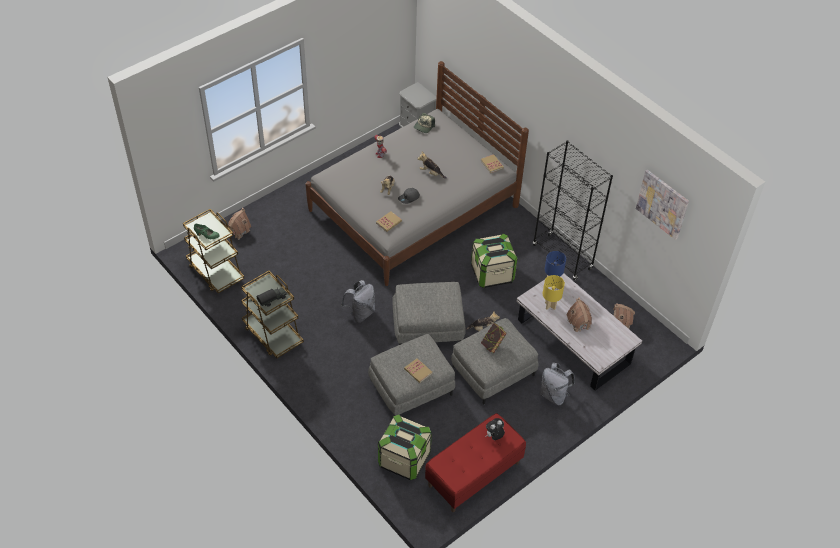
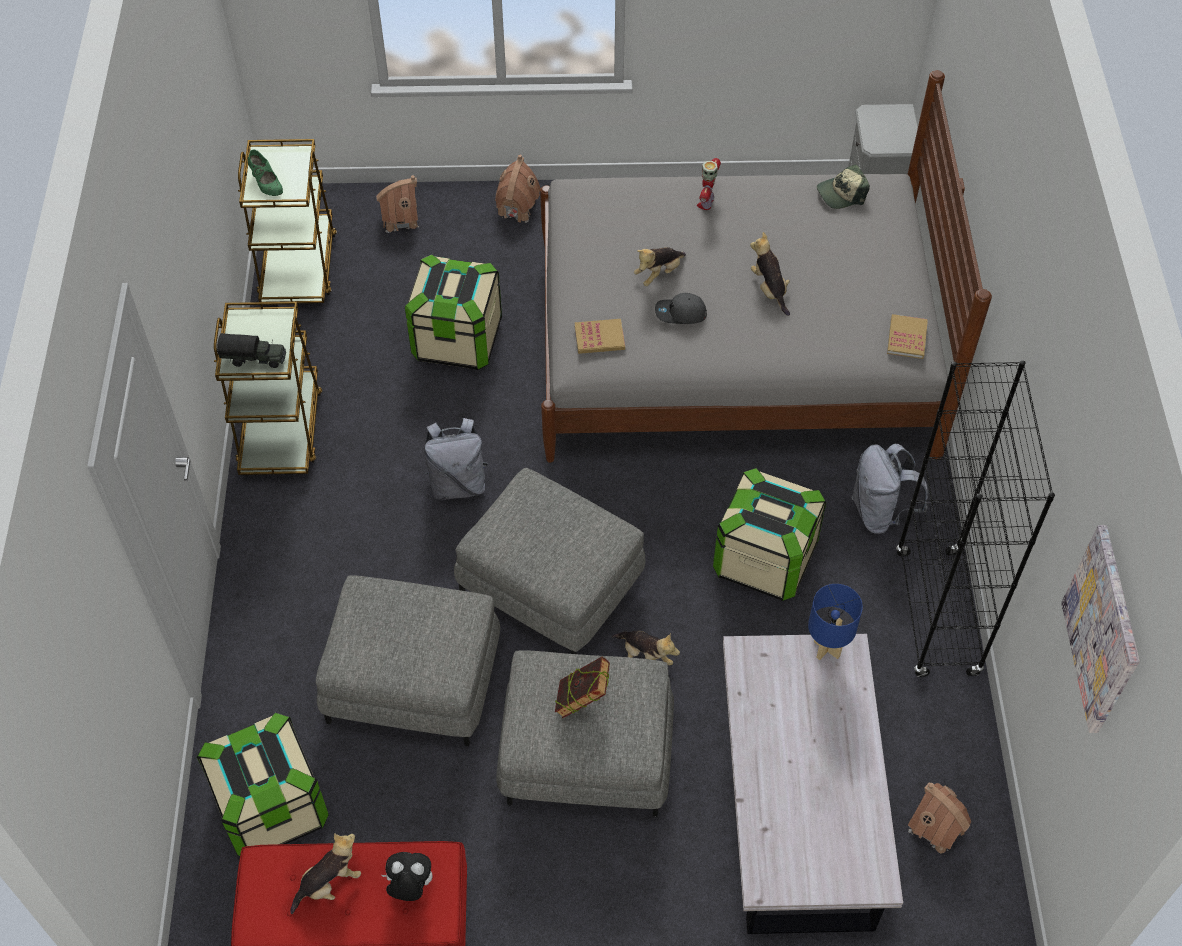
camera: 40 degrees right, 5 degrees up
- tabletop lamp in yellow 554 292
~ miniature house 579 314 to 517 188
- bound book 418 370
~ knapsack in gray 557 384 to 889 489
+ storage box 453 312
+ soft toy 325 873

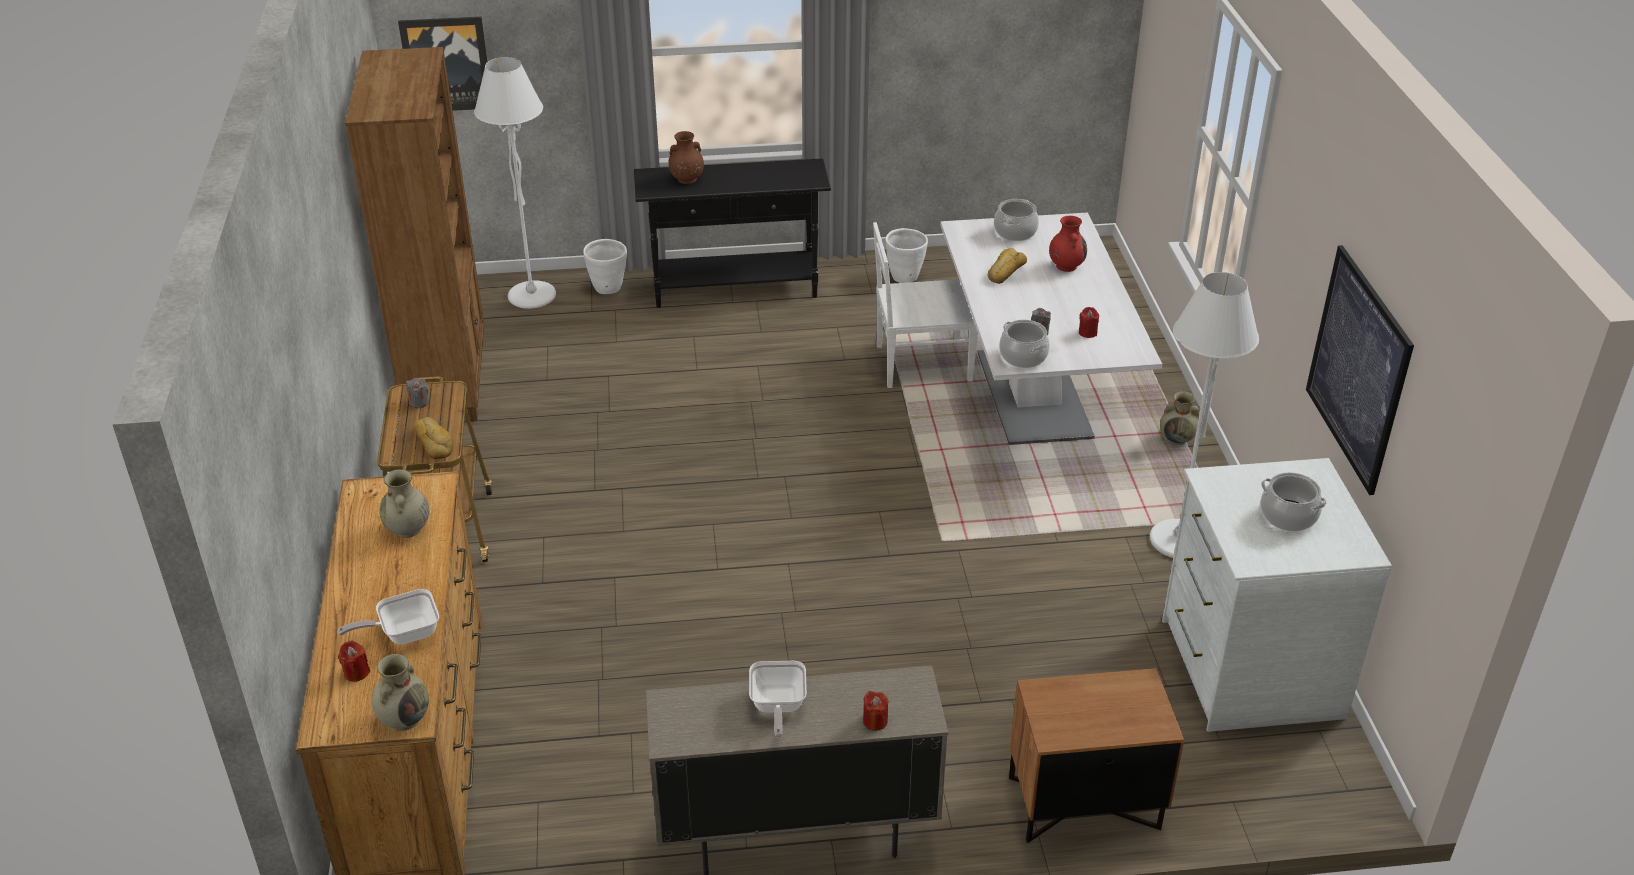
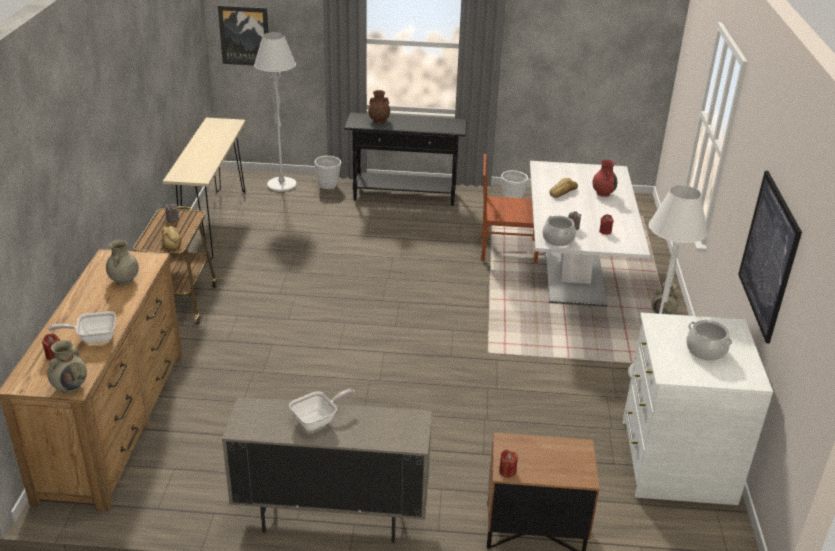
camera: 10 degrees right, 5 degrees down
~ bookshelf in brown-coloured 414 235 to hall table in sand-coloured 204 188
- saucepot 1016 220
~ upright chair in white 925 305 to upright chair in brown-coloured 510 209
~ skillet 778 699 = 322 410 135 degrees counterclockwise
~ wax light in red-coloured 875 711 to 508 463

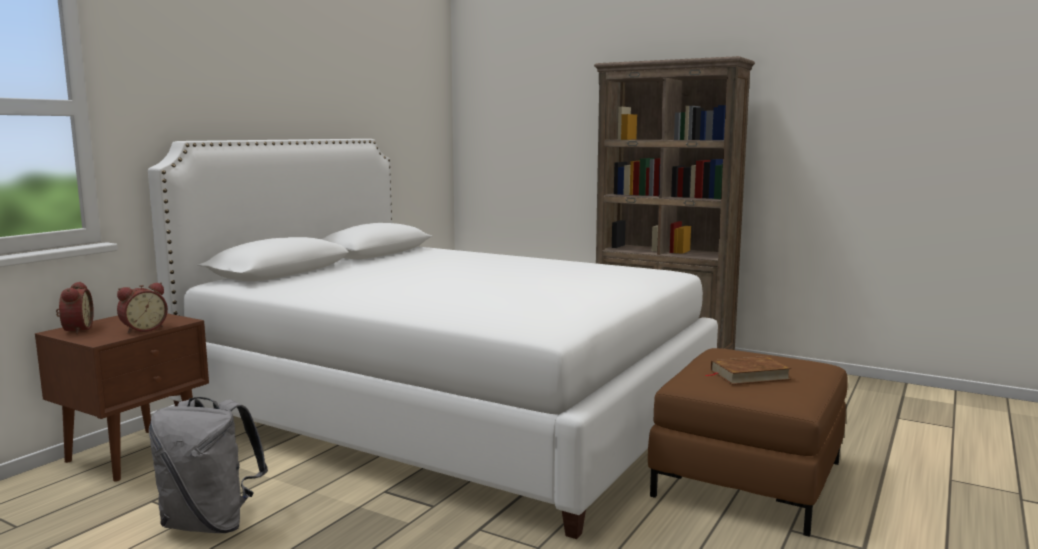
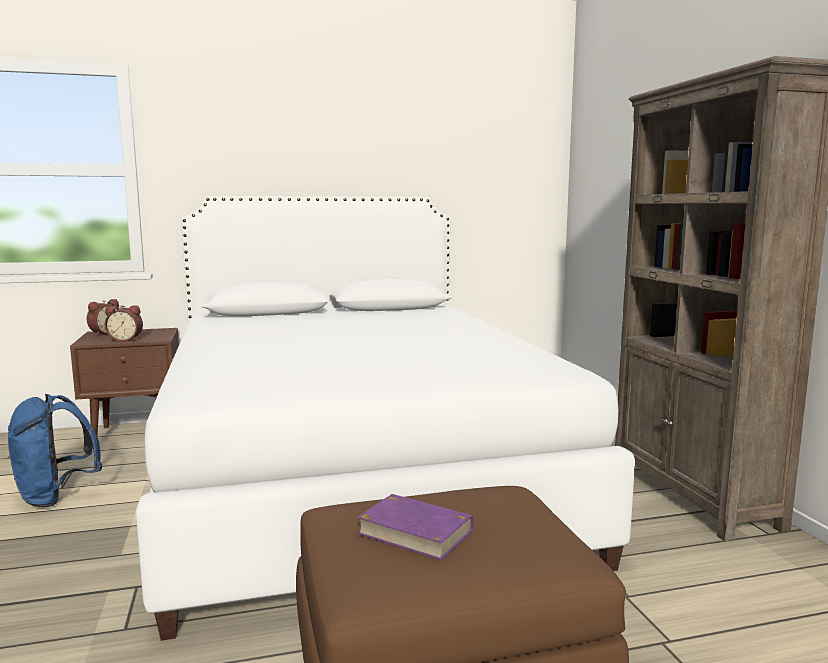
camera: 45 degrees right, 0 degrees up
~ bound book in brown-coloured 749 370 to bound book in purple 415 527
~ knapsack in gray 208 465 to knapsack in blue-coloured 55 450

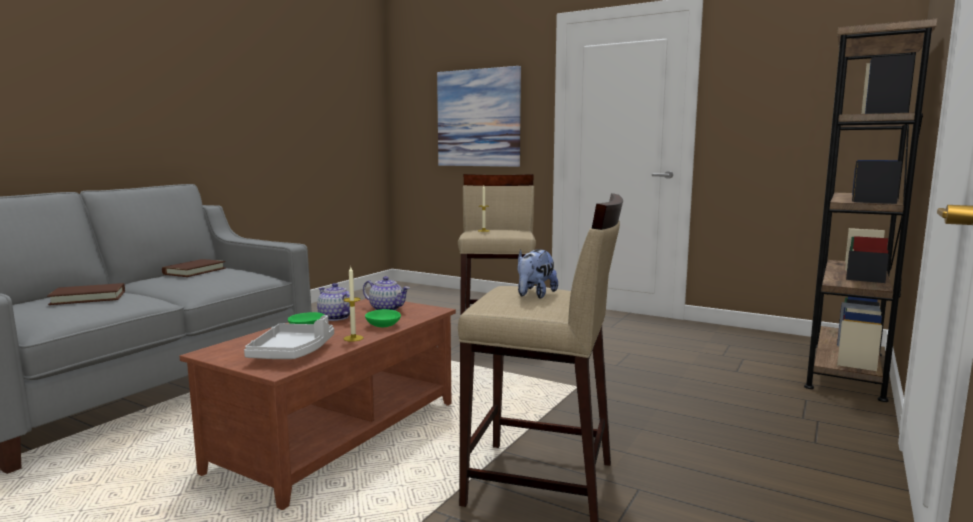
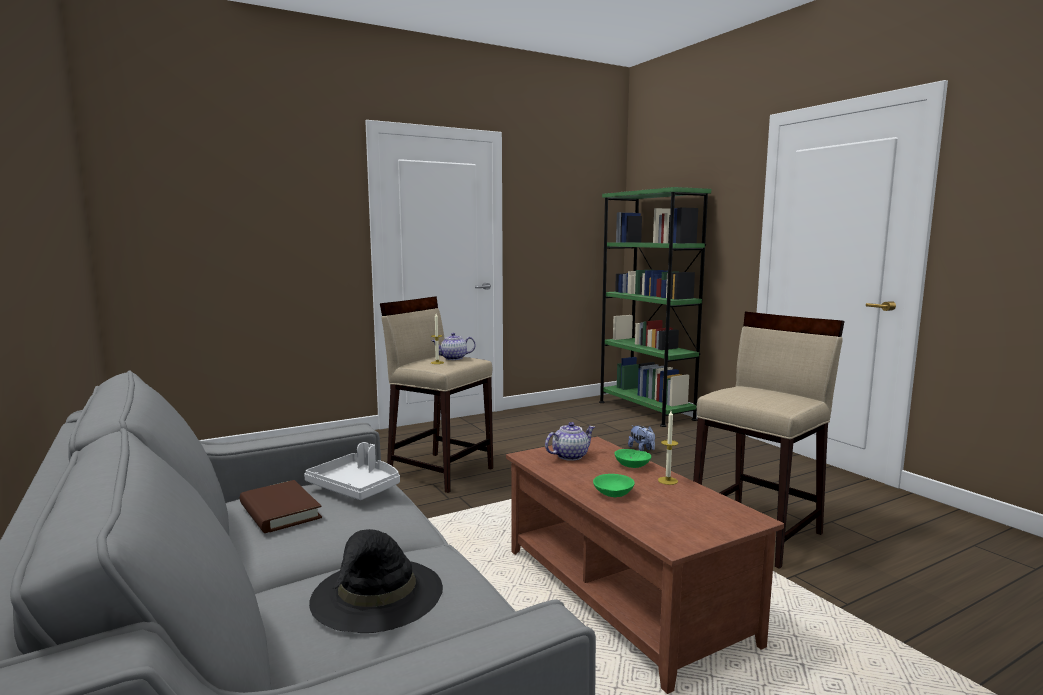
camera: 60 degrees left, 0 degrees up
~ bookshelf in brown-coloured 870 210 to bookshelf in green-coloured 655 307
- picture 479 116
~ soft toy 538 274 to 641 438
~ bound book in brown-coloured 86 294 to wearable hat in black-coloured 376 581
~ tea pot 333 302 to 454 346
~ tray in gray 289 337 to 352 471

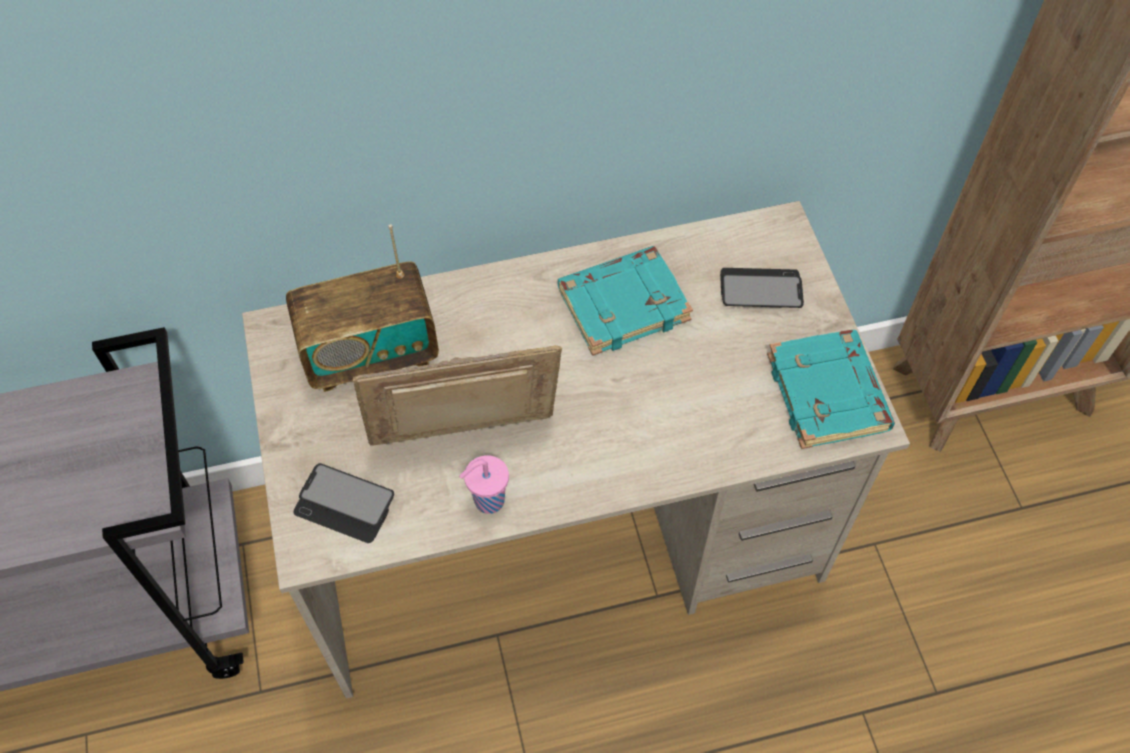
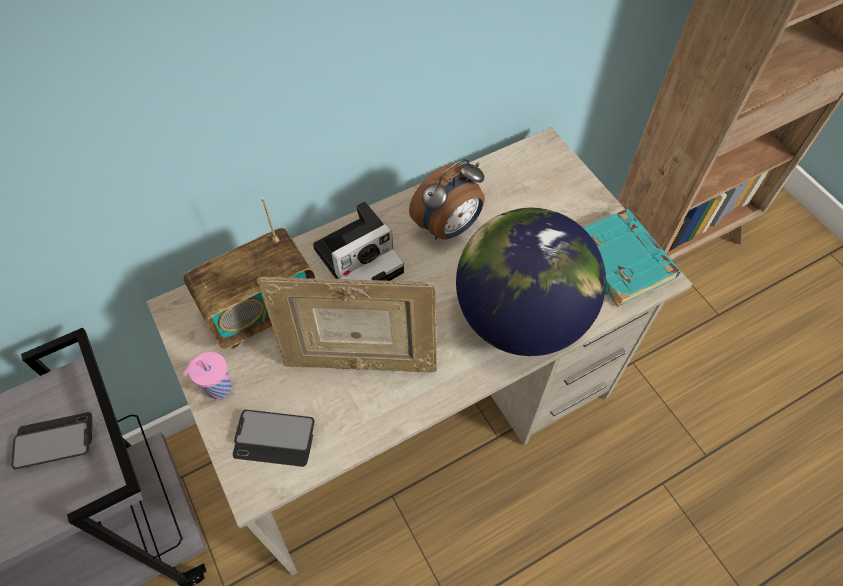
camera: 15 degrees left, 0 degrees up
~ bound book in turquoise 625 301 to bedside clock 447 199
~ telephone 762 288 to 51 440
~ picture frame 457 395 = 347 324 150 degrees counterclockwise
~ small cup in pink-coloured 484 484 to 207 375
+ photo camera 358 241
+ desk globe 531 282

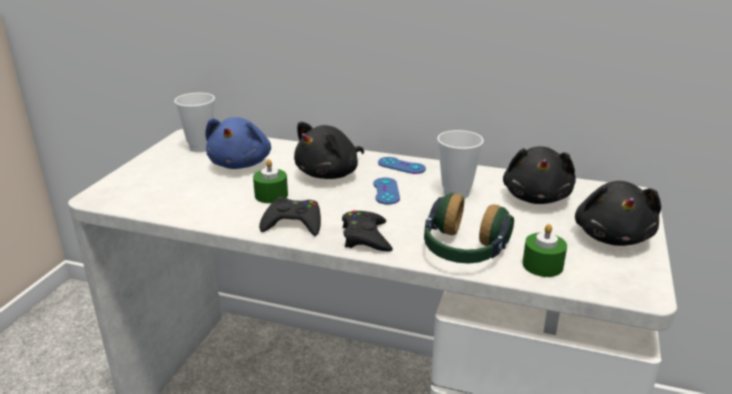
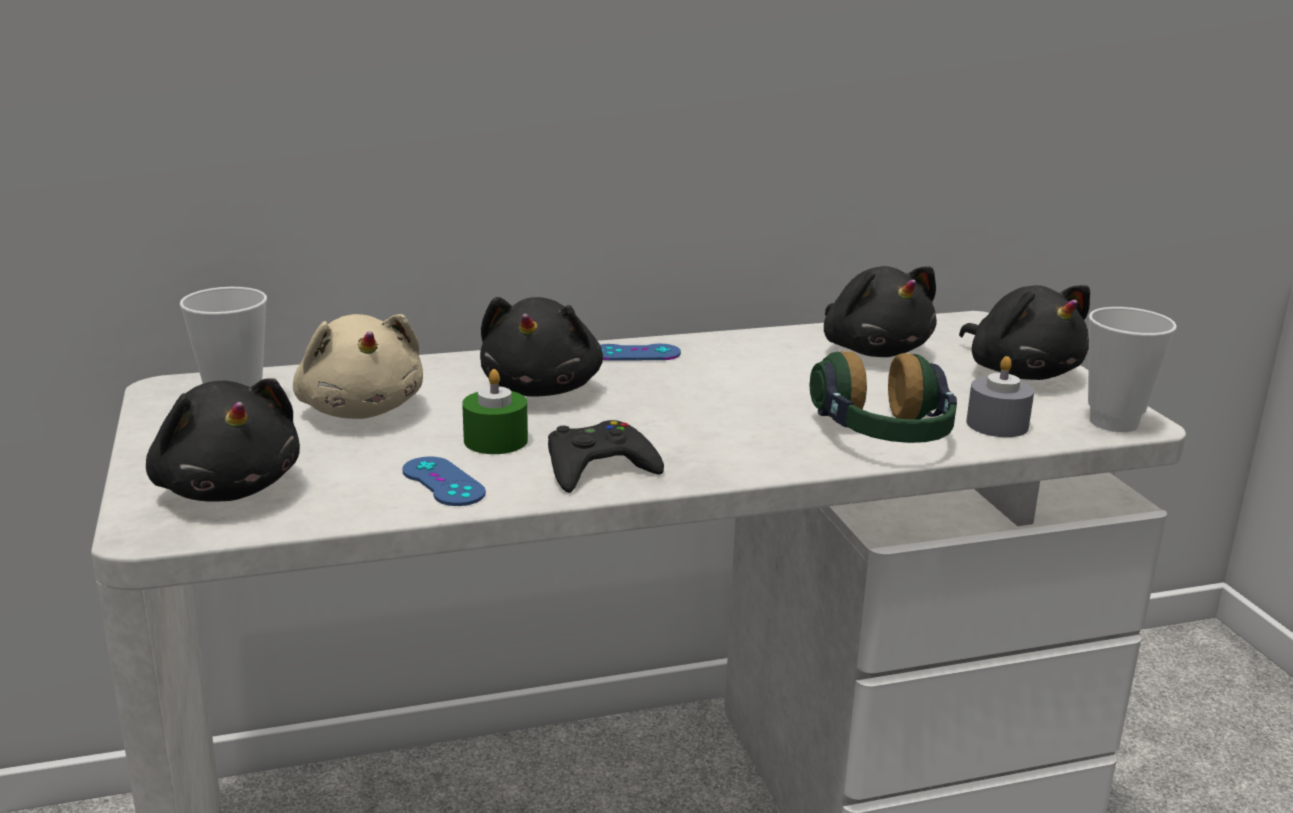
camera: 35 degrees left, 5 degrees down
~ soft toy in blue-coloured 238 143 to soft toy in sand-coloured 358 366
~ small cup 460 164 to 1132 369
~ gamepad in blue-coloured 386 191 to 444 481
- gamepad in black-coloured 367 231
~ wax light in green-coloured 544 250 to wax light in gray 1000 396
+ soft toy in black-coloured 223 440

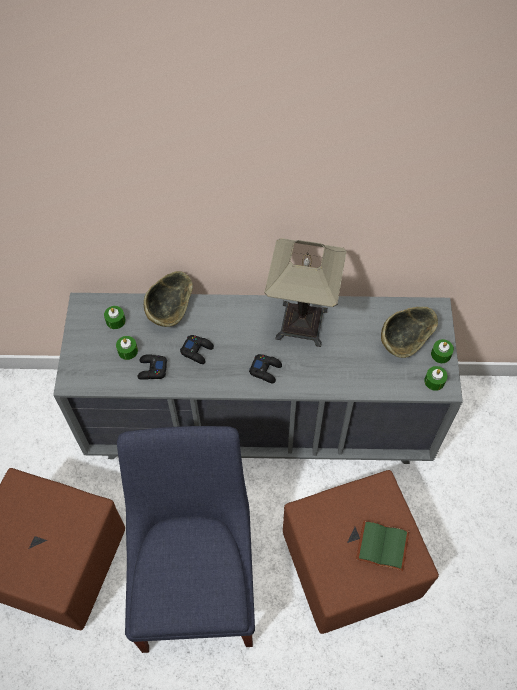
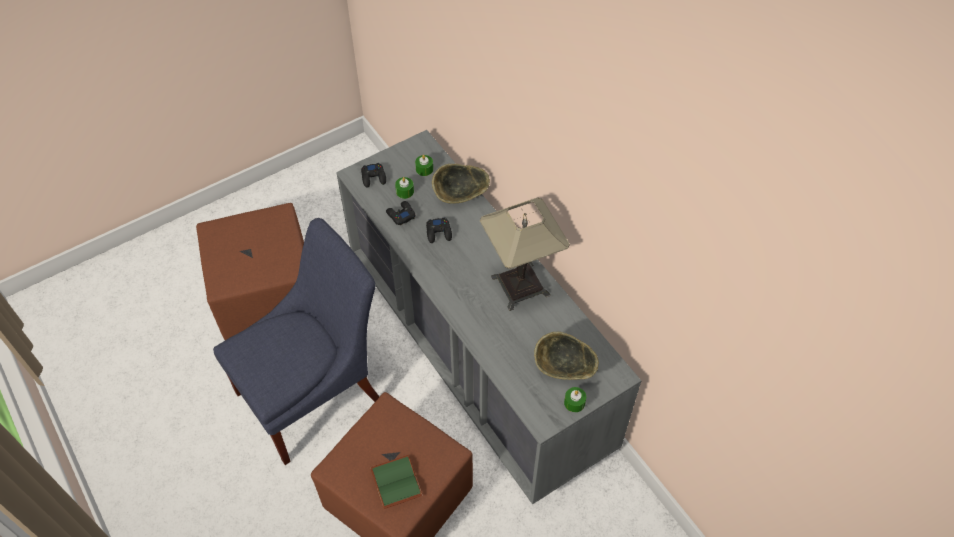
camera: 55 degrees right, 5 degrees down
~ gamepad in black-coloured 265 368 to 373 175
- wax light in green-coloured 436 378

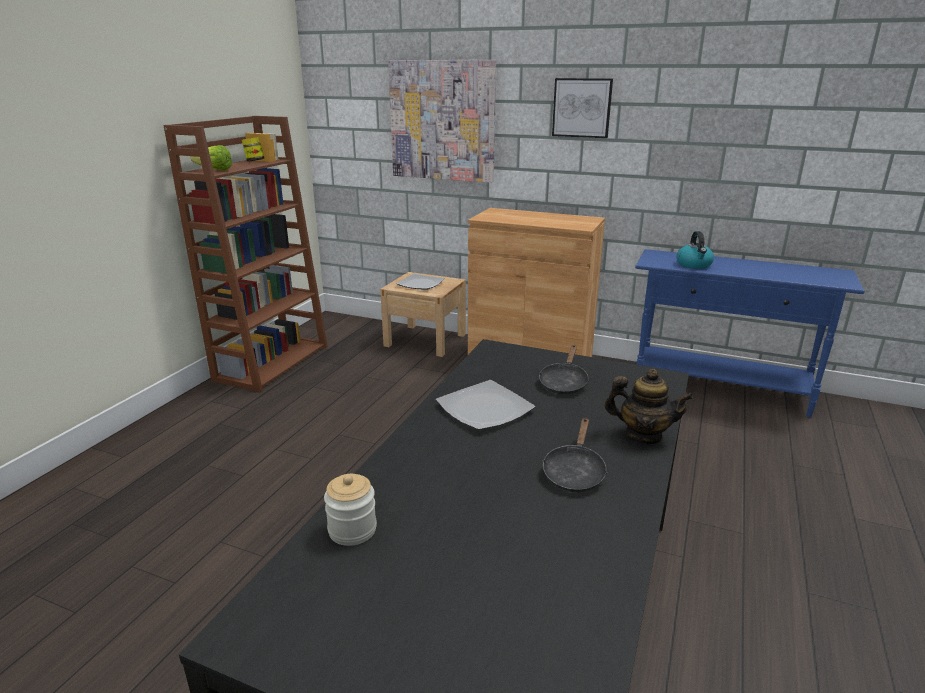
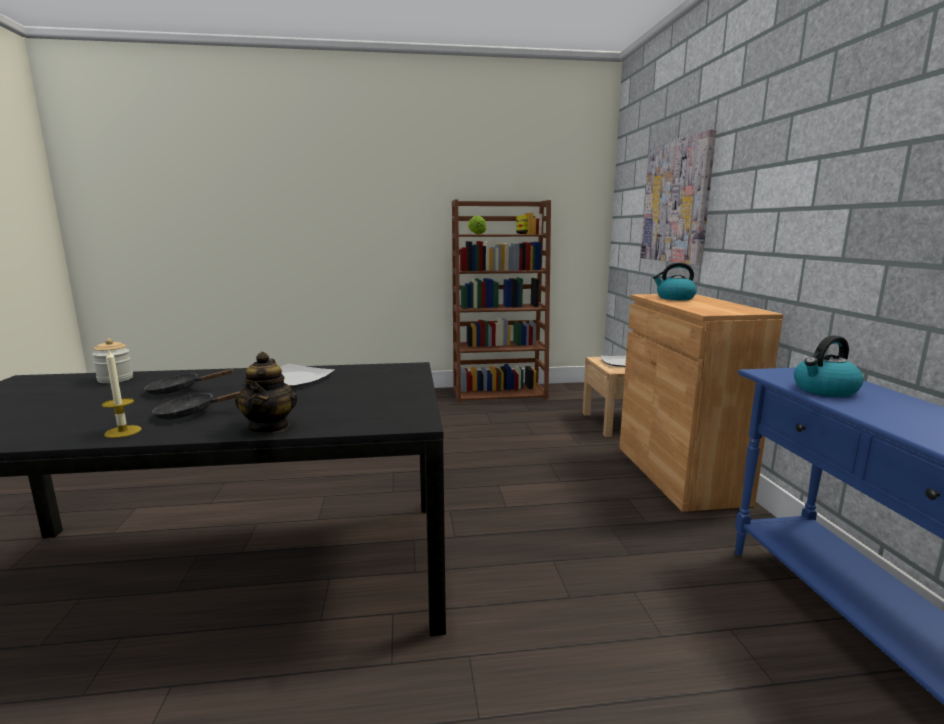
camera: 60 degrees right, 10 degrees down
- picture 582 108
~ skillet in black-coloured 564 369 to 188 382
+ tea kettle 675 281
+ wax light 121 394

